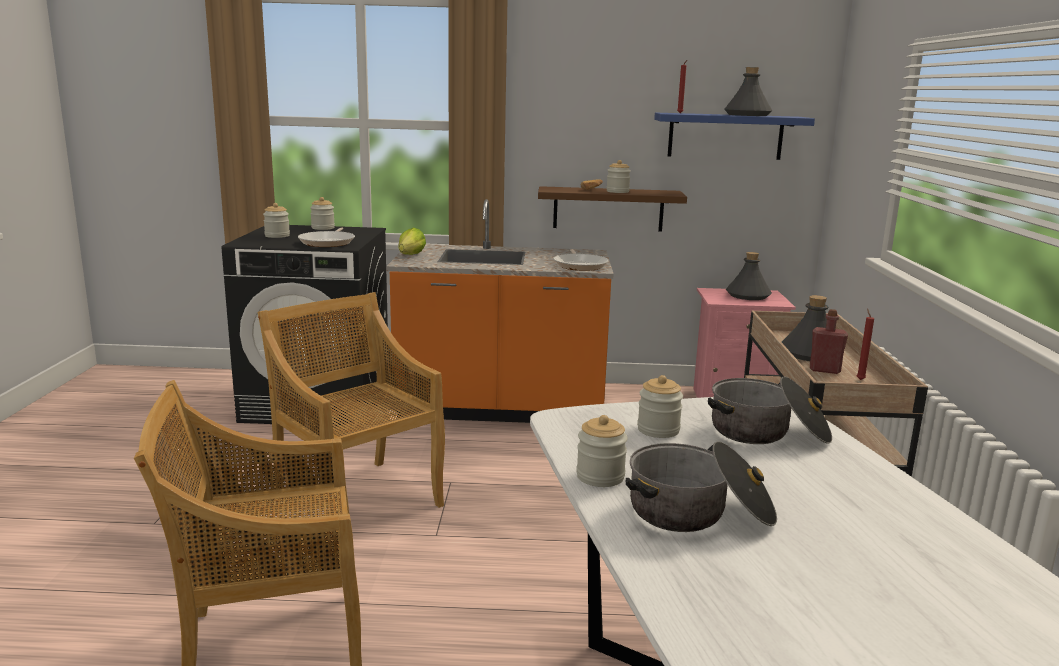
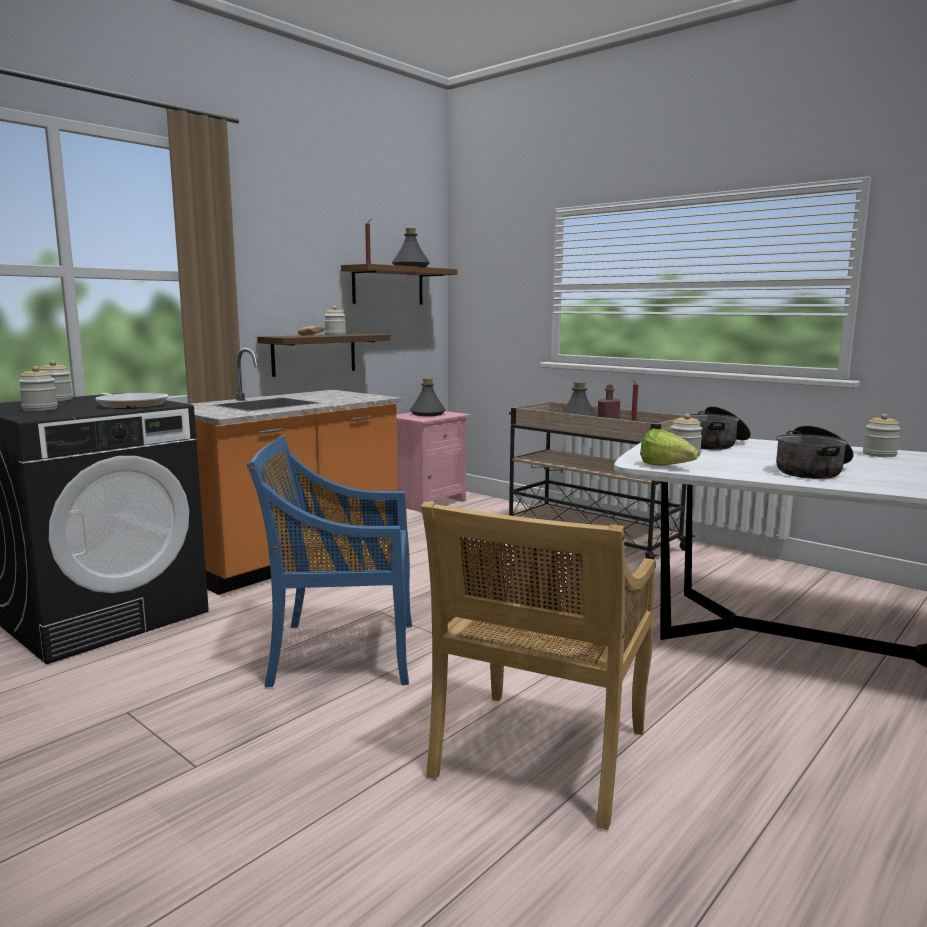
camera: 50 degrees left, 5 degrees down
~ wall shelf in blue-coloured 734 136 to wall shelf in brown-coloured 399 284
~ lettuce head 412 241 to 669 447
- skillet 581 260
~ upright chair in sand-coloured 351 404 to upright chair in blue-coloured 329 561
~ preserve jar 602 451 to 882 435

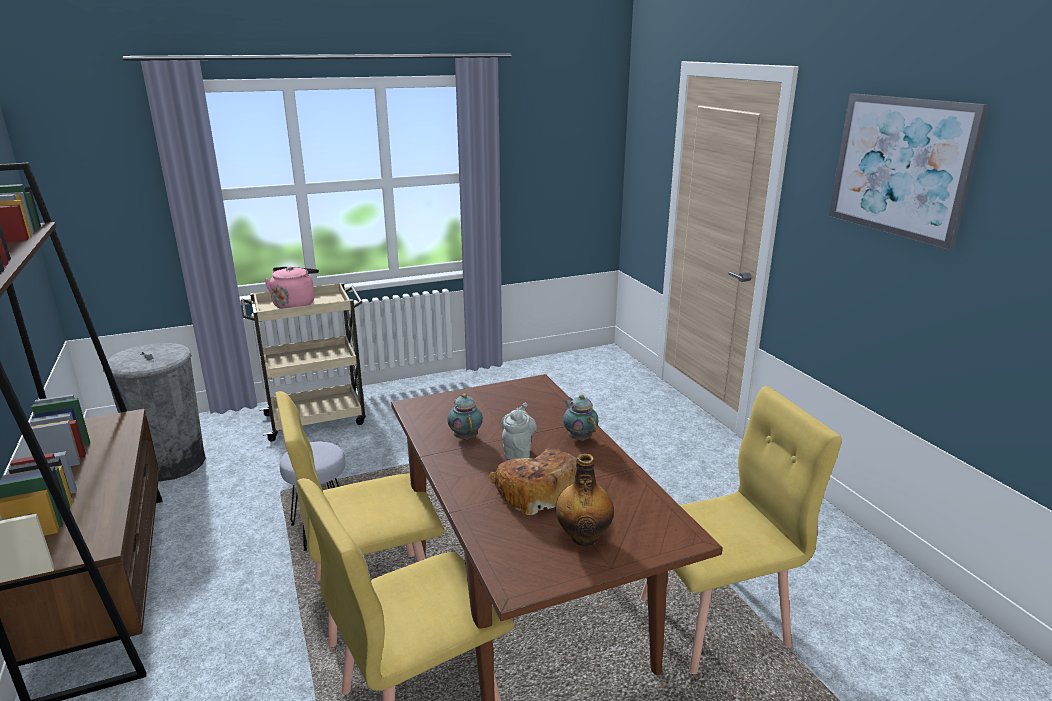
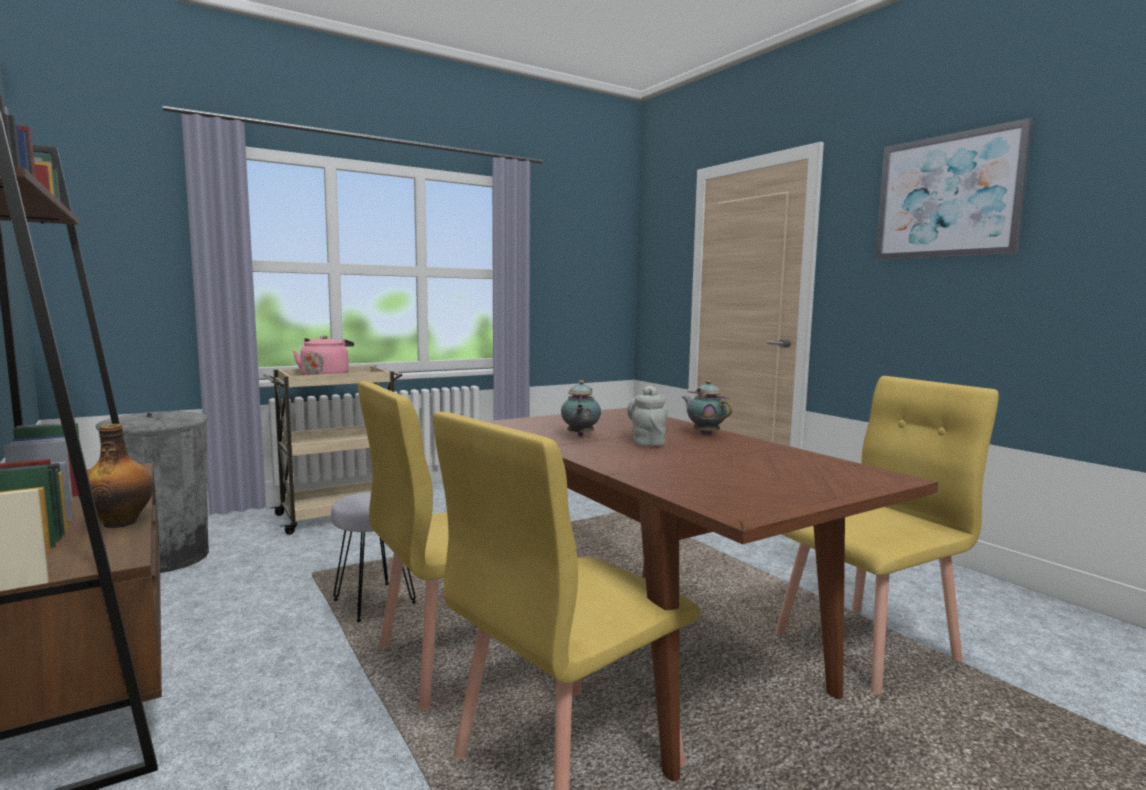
camera: 10 degrees left, 15 degrees down
~ tea pot 465 417 = 581 408 150 degrees counterclockwise
- bakery bread 533 481
~ bottle 584 500 to 116 476

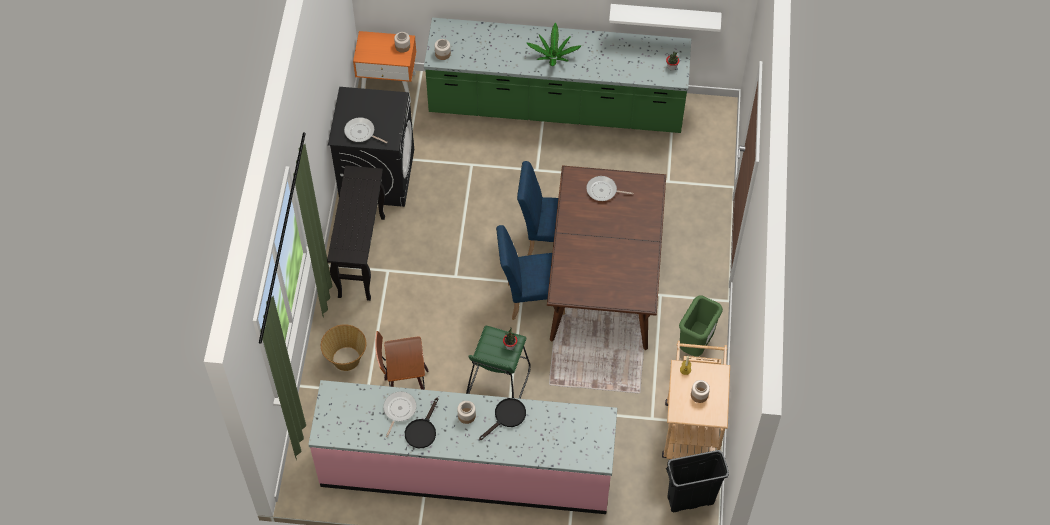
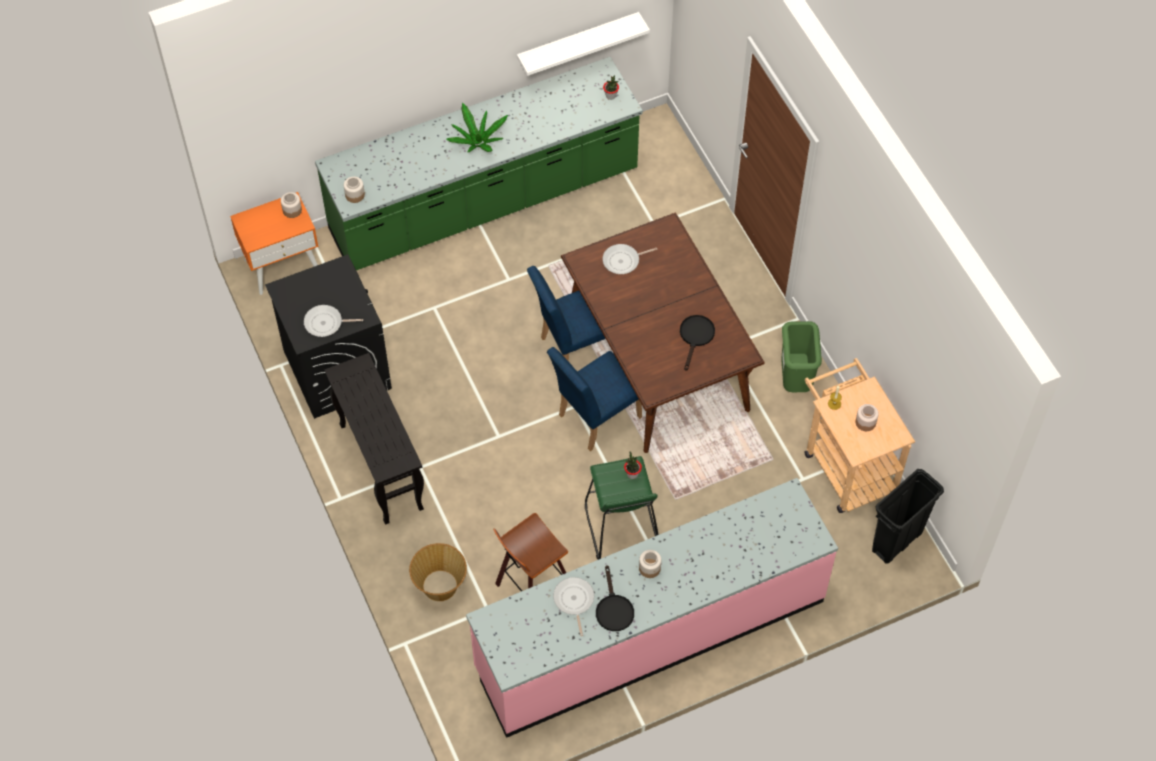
camera: 30 degrees left, 0 degrees up
~ skillet in black-coloured 502 419 to 697 343

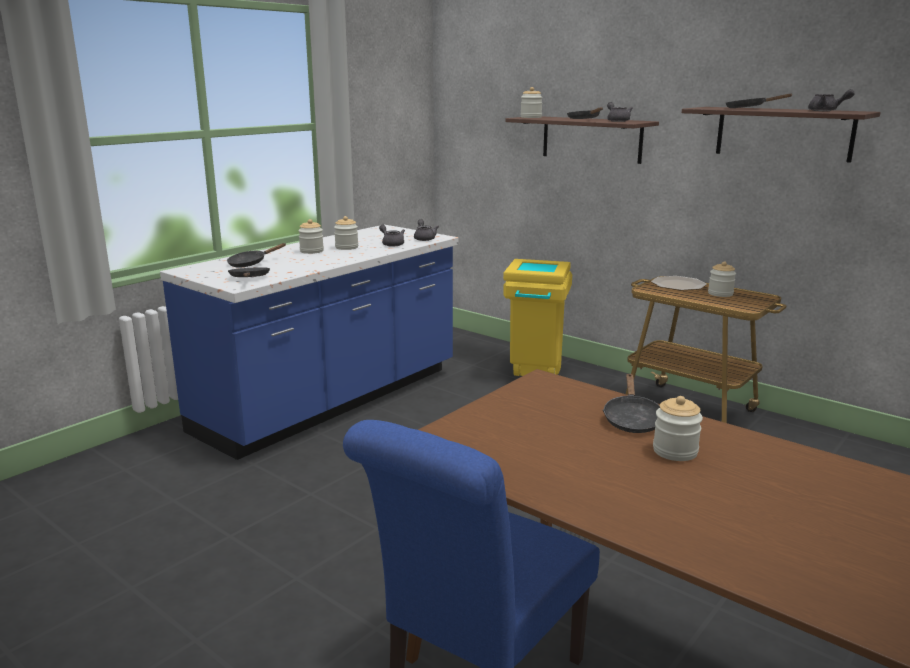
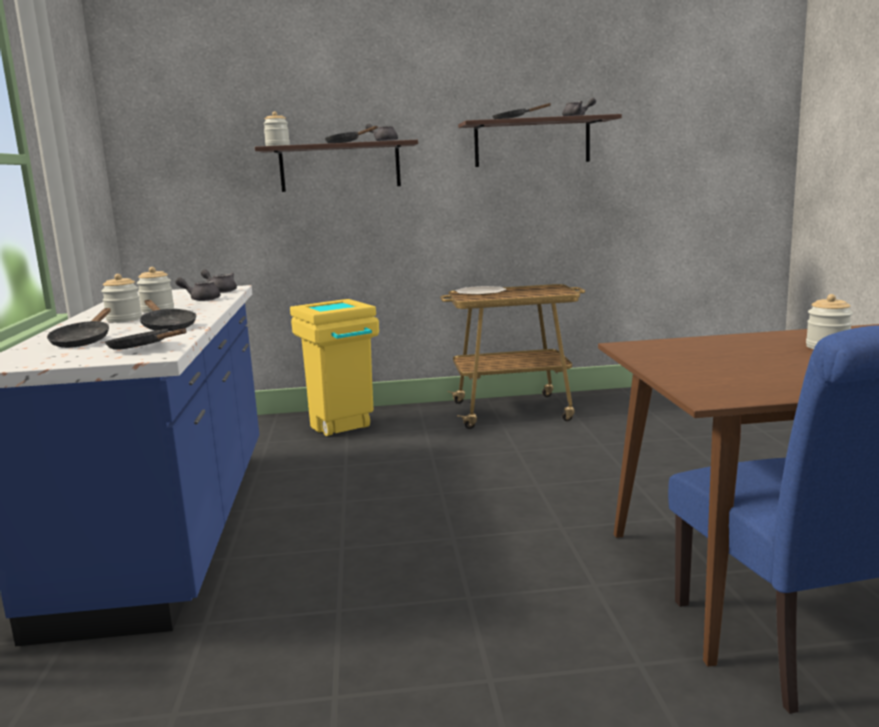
camera: 45 degrees left, 5 degrees down
- preserve jar 722 279
~ skillet in black-coloured 631 403 to 168 315

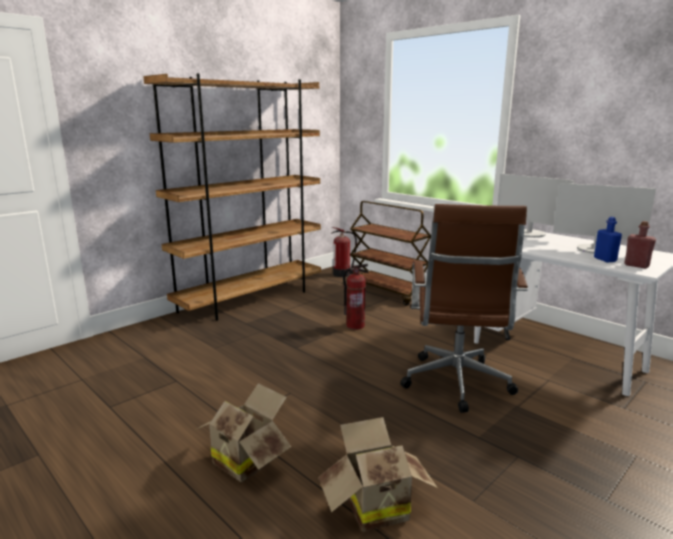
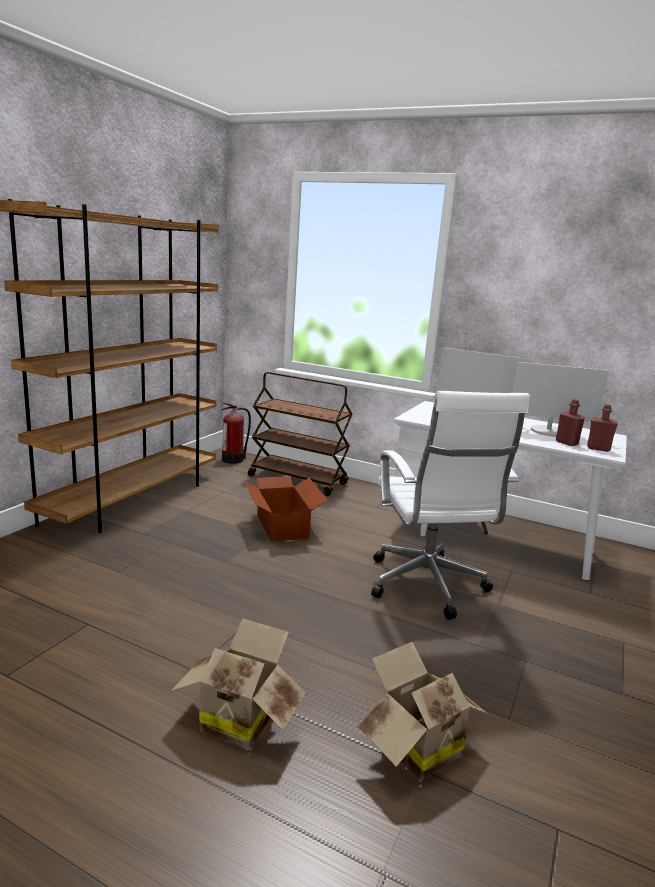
camera: 20 degrees left, 0 degrees up
~ desk chair in brown-coloured 464 308 to desk chair in white 450 505
~ bottle in blue-coloured 608 239 to bottle in red-coloured 570 422
~ extinguisher 356 297 to cardboard box 285 509

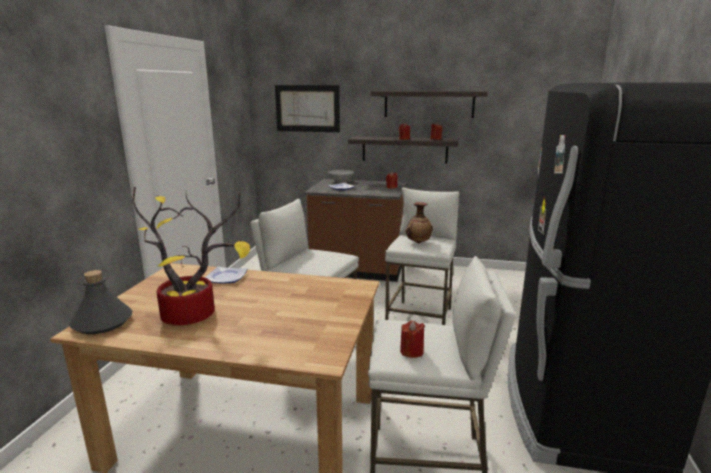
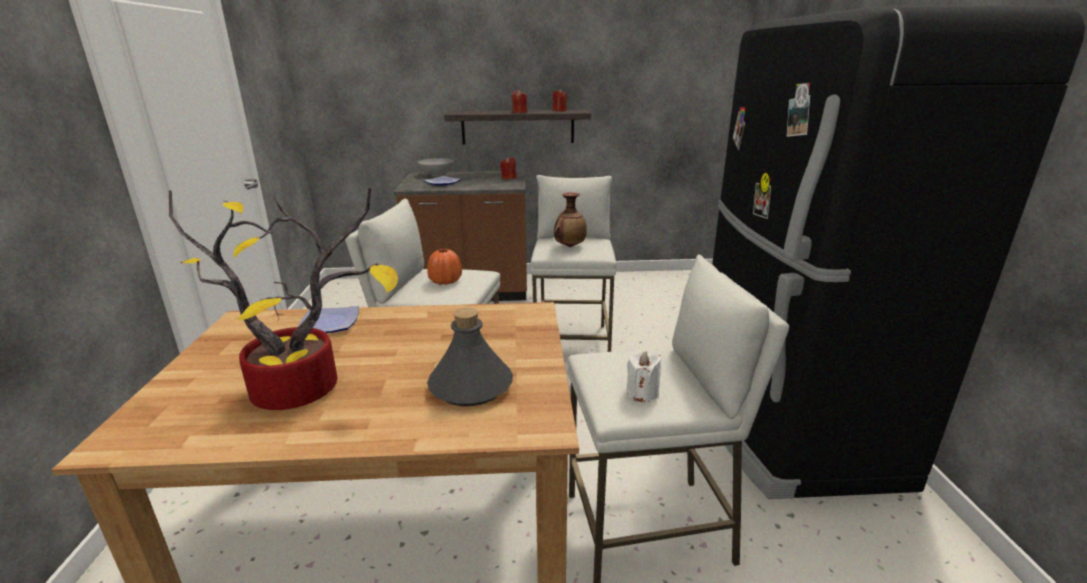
camera: 15 degrees left, 5 degrees up
- picture 307 108
- wall shelf 429 104
~ bottle in gray 100 302 to 470 357
~ wax light in red-coloured 412 339 to wax light in white 643 376
+ vase in orange 444 267

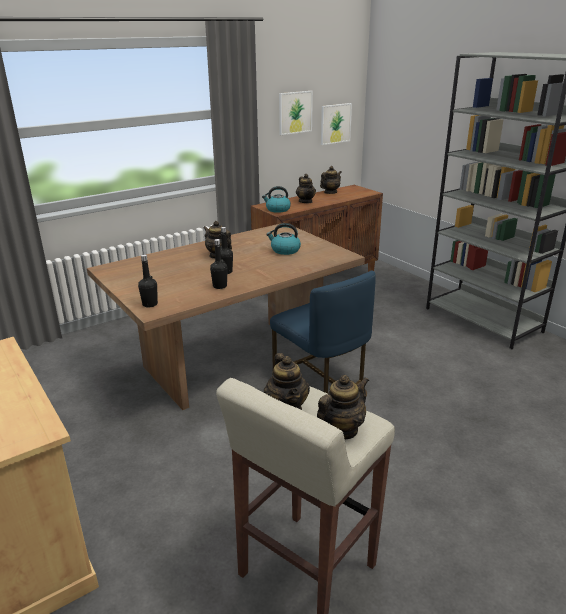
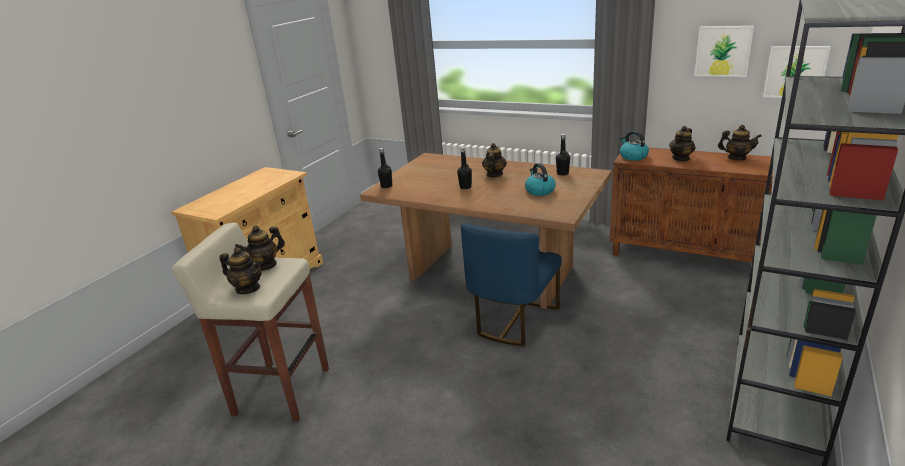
camera: 65 degrees right, 0 degrees up
~ bottle in black-coloured 219 264 to 563 155

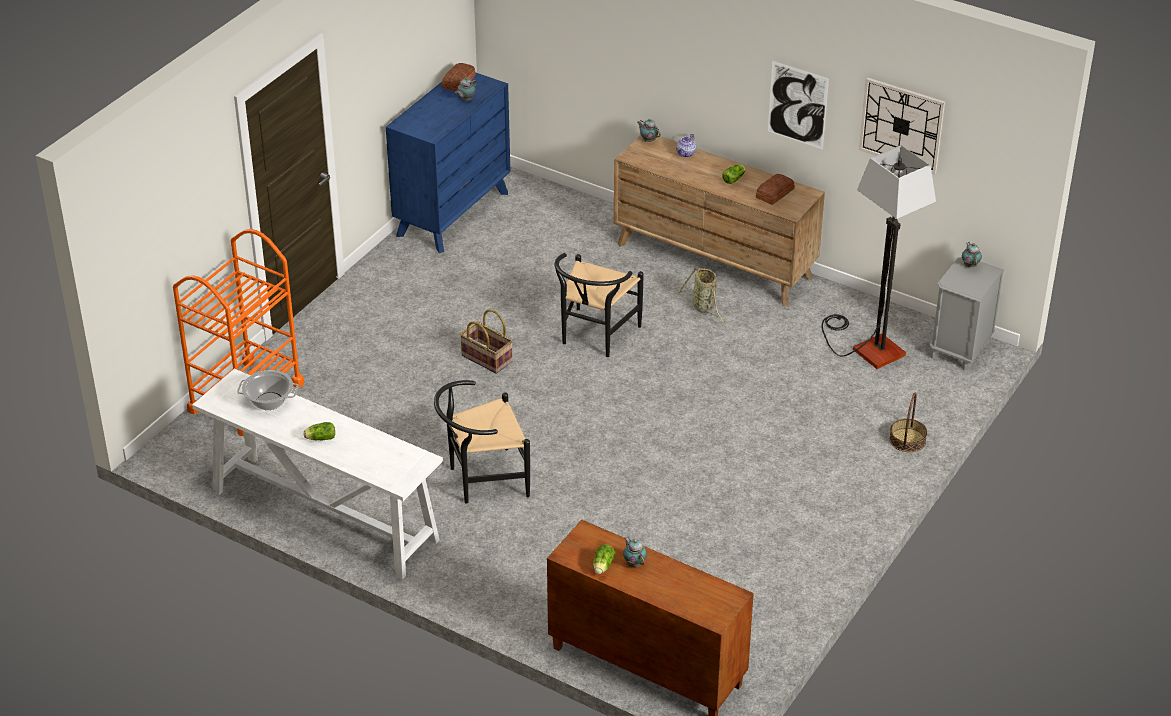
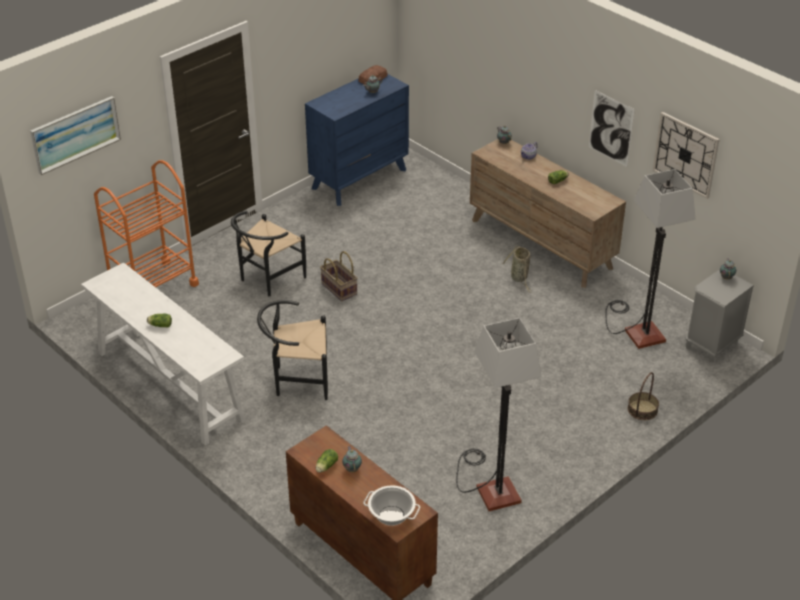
camera: 15 degrees right, 0 degrees up
- bakery bread 775 189
~ upright chair in black-coloured 599 305 to 268 253
~ saucepot 268 390 to 391 505
+ picture 75 135
+ floor lamp 499 414

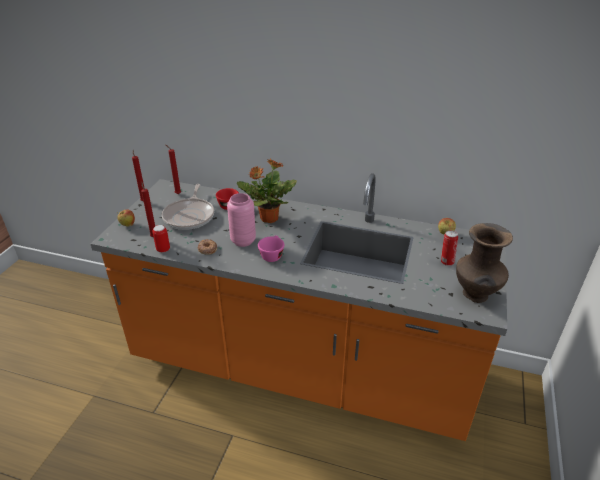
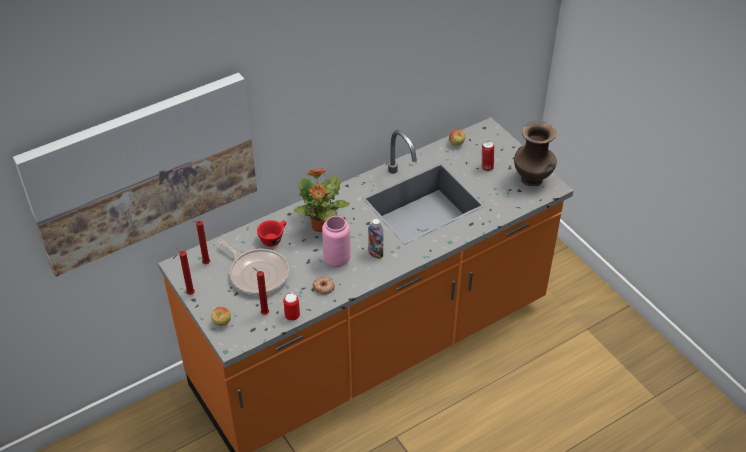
camera: 50 degrees left, 10 degrees up
~ small cup in pink-coloured 271 249 to bottle 375 239
+ picture 135 175

